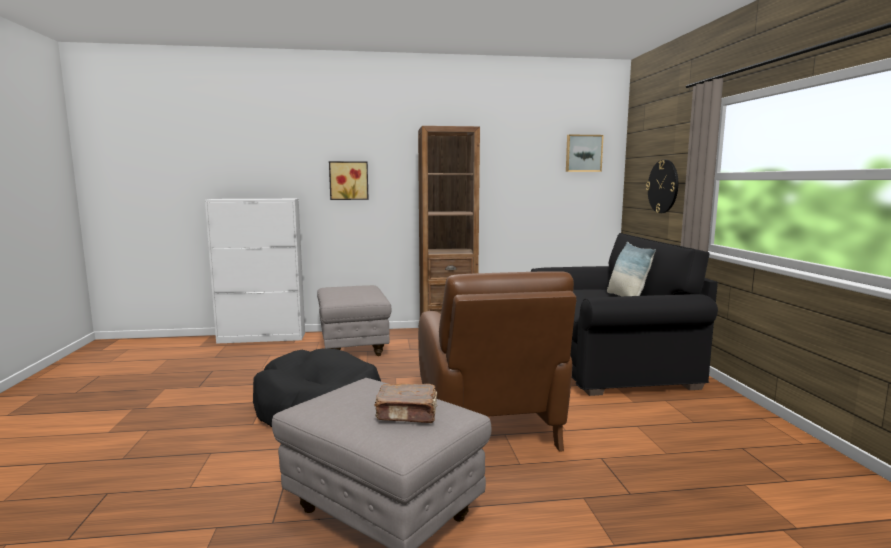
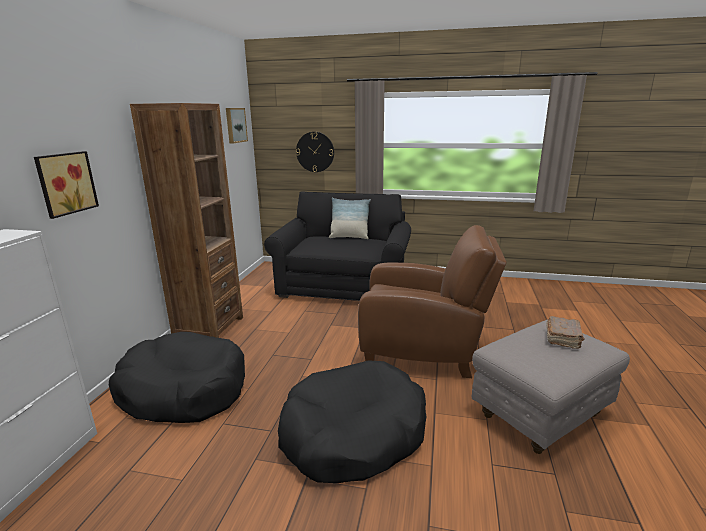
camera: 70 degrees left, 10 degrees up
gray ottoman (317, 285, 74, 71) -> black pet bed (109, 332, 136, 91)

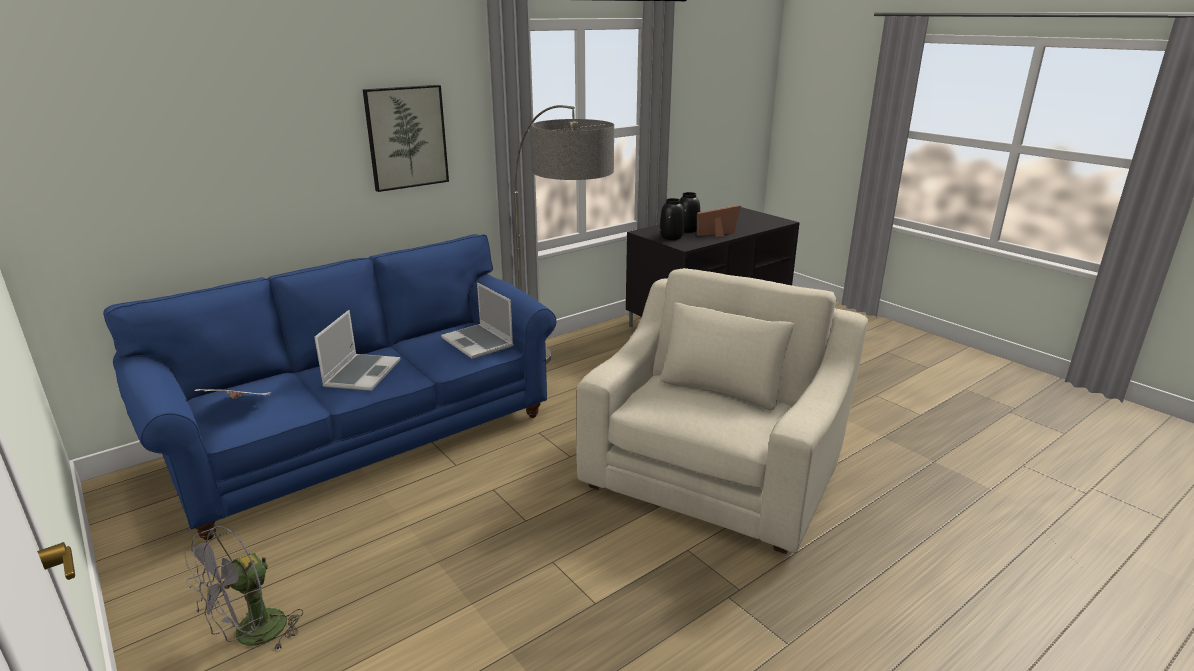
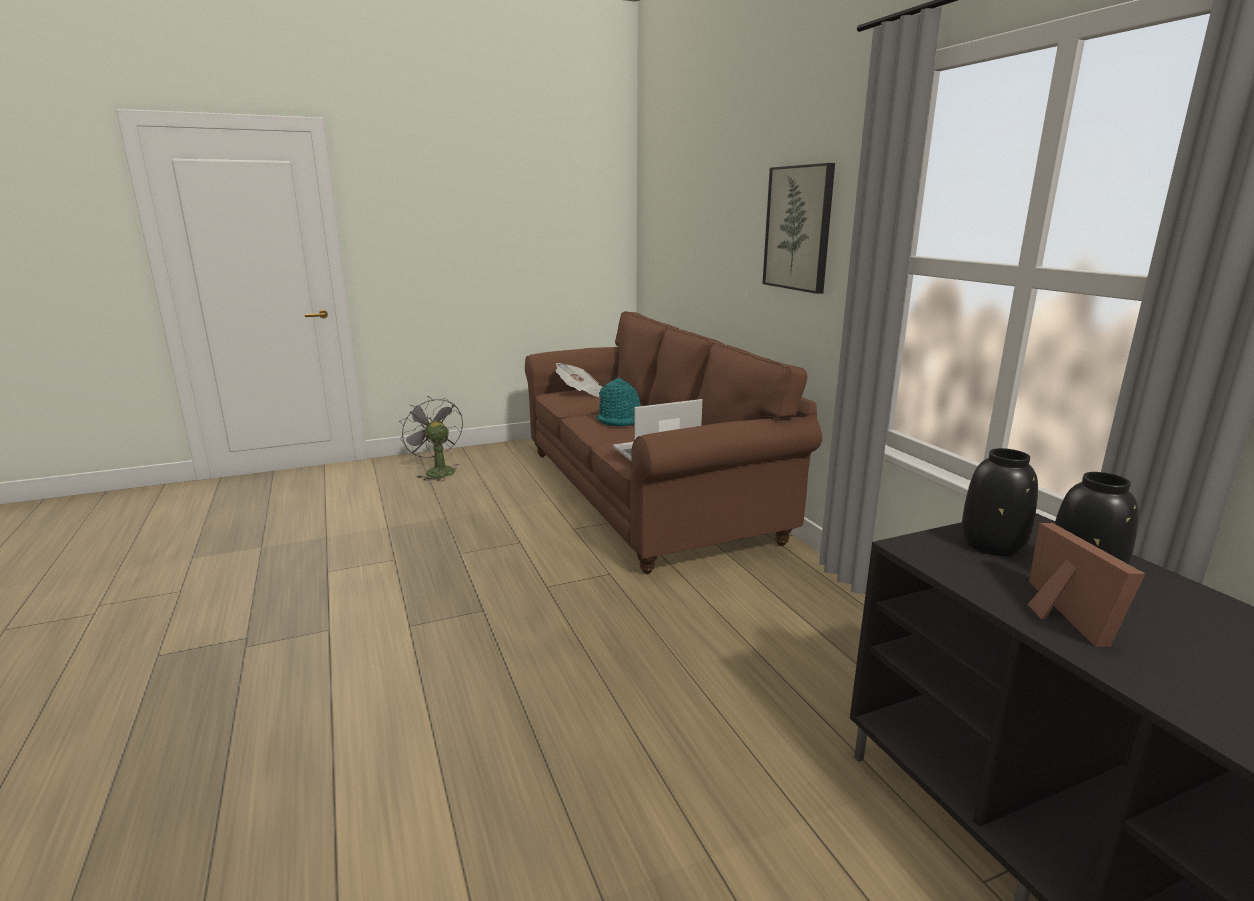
camera: 105 degrees right, 5 degrees down
blue couch (103, 234, 453, 306) -> brown-coloured couch (525, 311, 297, 263)
portable computer (314, 310, 86, 81) -> turquoise hat (596, 378, 45, 49)
standing lamp (514, 105, 100, 259) -> none
beige easy chair (576, 268, 292, 286) -> none

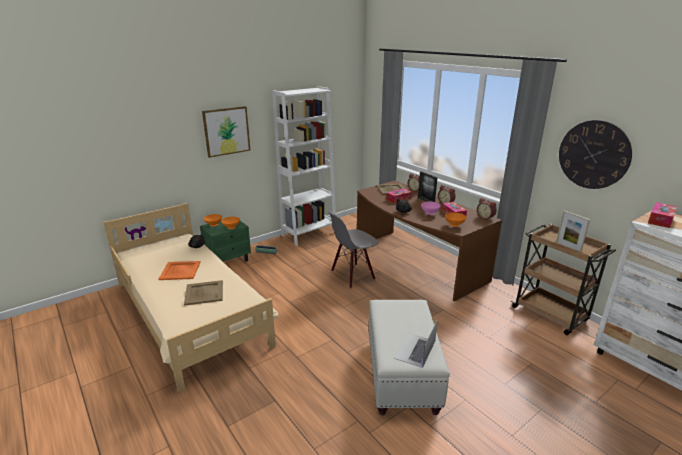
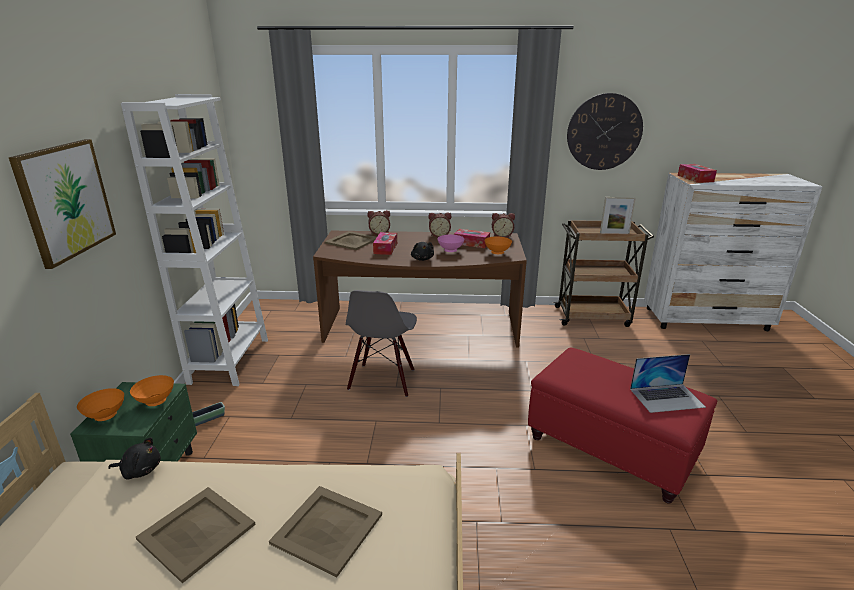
camera: 50 degrees left, 0 degrees up
orange serving tray (159, 261, 42, 19) -> beige serving tray (136, 487, 119, 96)
white-coloured ottoman (368, 300, 82, 115) -> red ottoman (528, 347, 189, 157)
portable computer (394, 319, 44, 49) -> portable computer (630, 354, 76, 59), 75 degrees counterclockwise
picture frame (418, 171, 19, 31) -> none

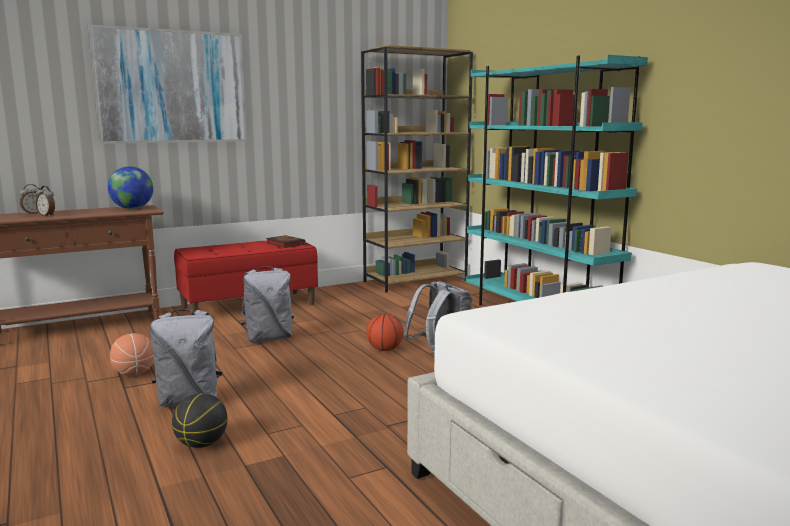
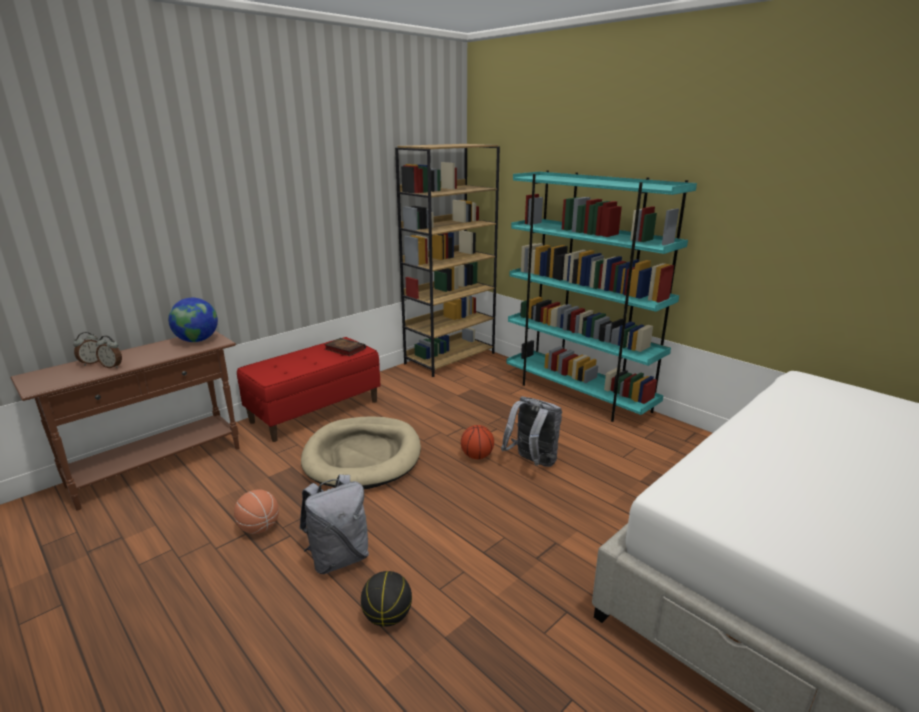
camera: 15 degrees left, 10 degrees up
picture (88, 24, 159, 120) -> none
gray backpack (241, 266, 53, 76) -> beige pet bed (301, 417, 120, 72)

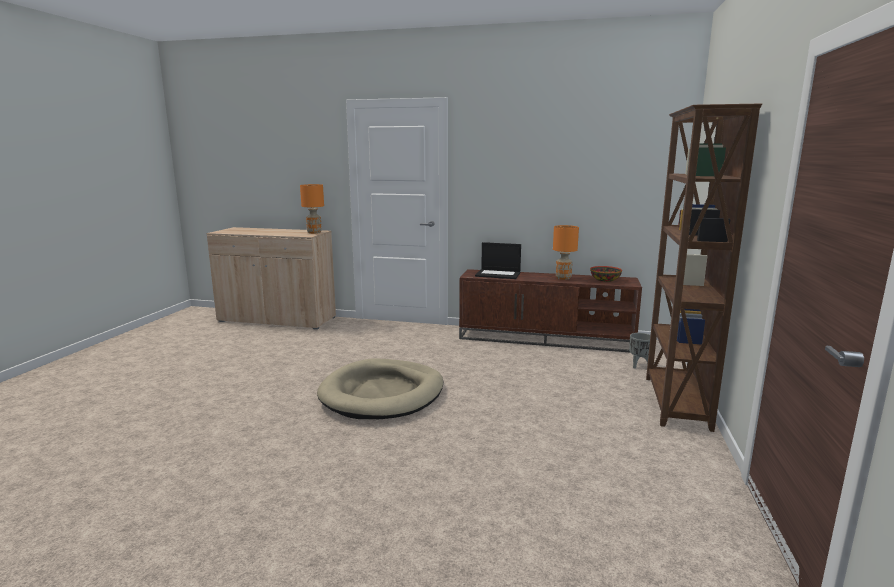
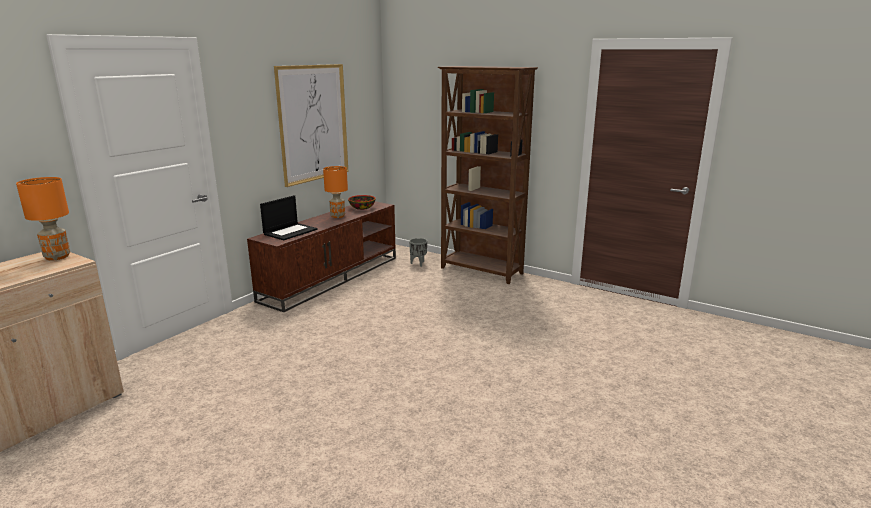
camera: 70 degrees left, 5 degrees up
beige pet bed (317, 358, 126, 61) -> none
none -> picture (274, 64, 74, 123)

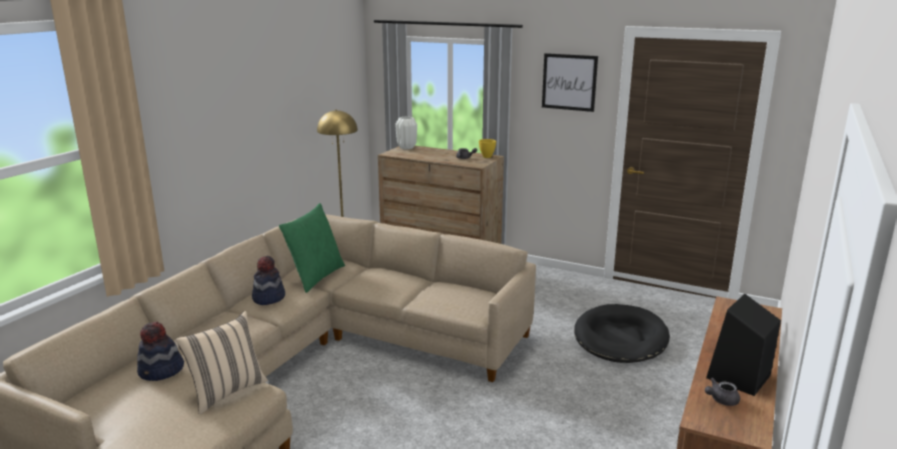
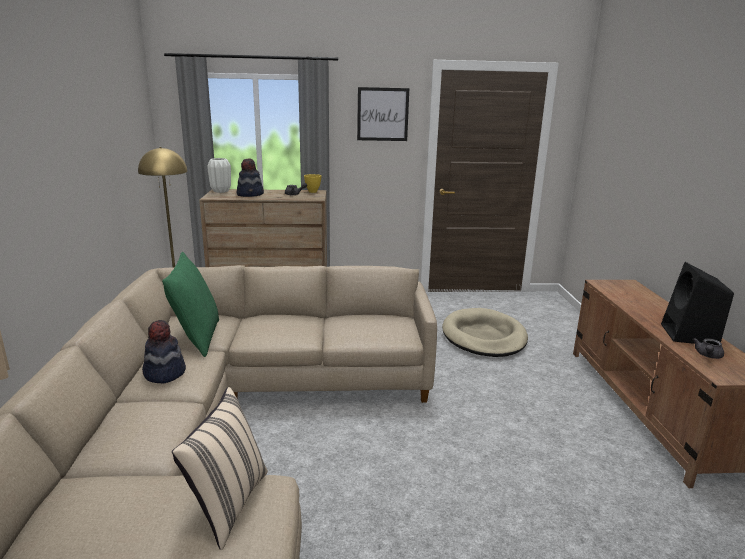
camera: 30 degrees left, 0 degrees up
hat (137, 322, 47, 59) -> hat (237, 158, 27, 39), shifted
black pet bed (574, 304, 96, 59) -> beige pet bed (442, 308, 86, 49)

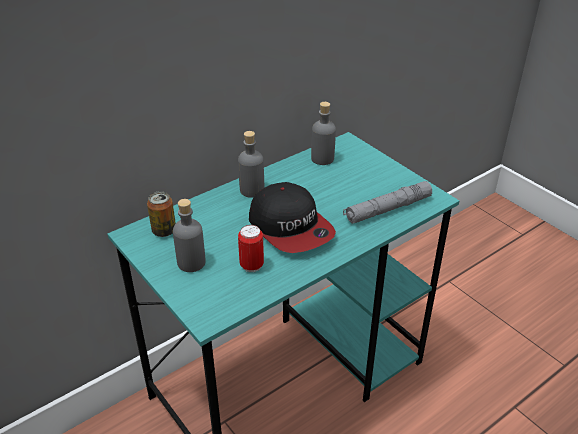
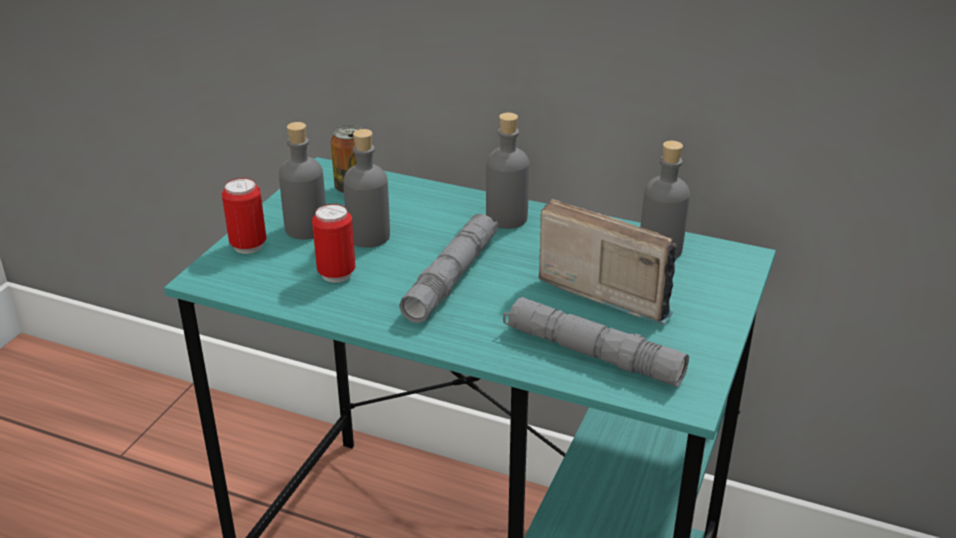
camera: 60 degrees right, 5 degrees down
peaked cap (249, 182, 87, 71) -> gray hand torch (399, 214, 100, 109)
none -> sealed can (222, 178, 44, 76)
none -> gray bottle (343, 129, 47, 119)
none -> radio receiver (539, 199, 138, 126)

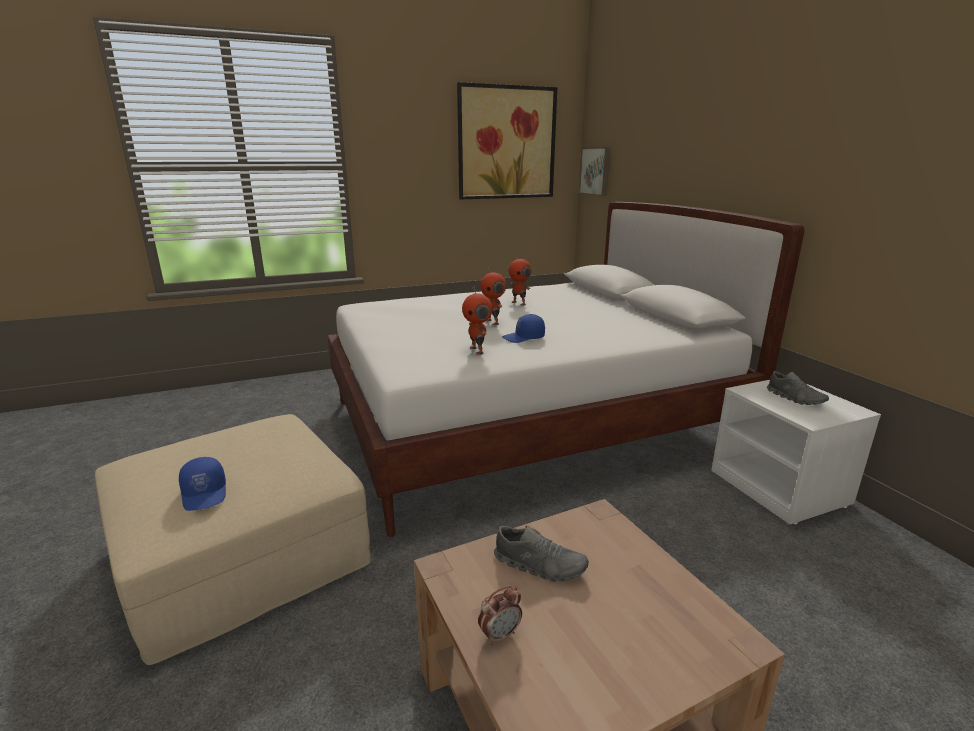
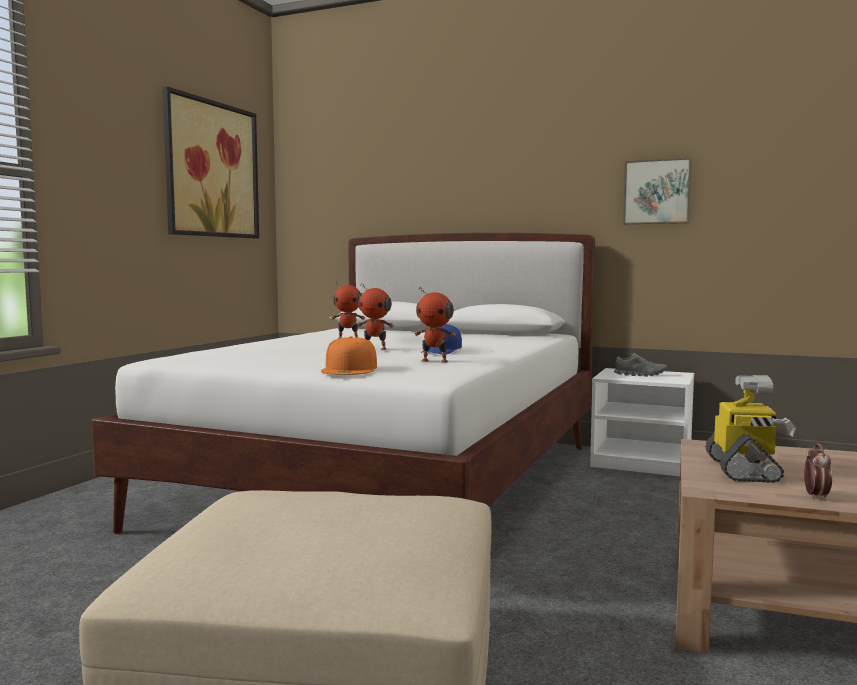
camera: 45 degrees left, 15 degrees down
blue peaked cap (179, 457, 47, 54) -> none
gray shoe (494, 526, 95, 56) -> robot figure (706, 375, 90, 108)
picture (579, 147, 32, 49) -> picture (623, 158, 69, 66), shifted
none -> orange peaked cap (321, 336, 56, 39)

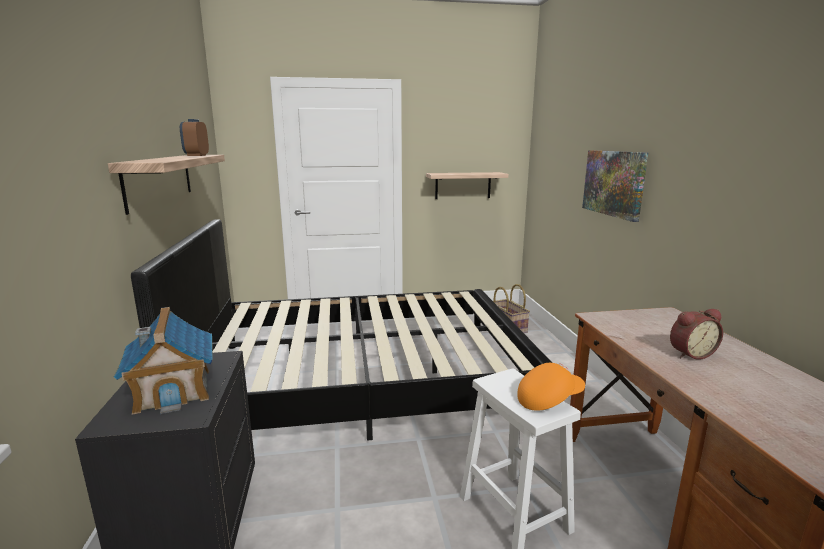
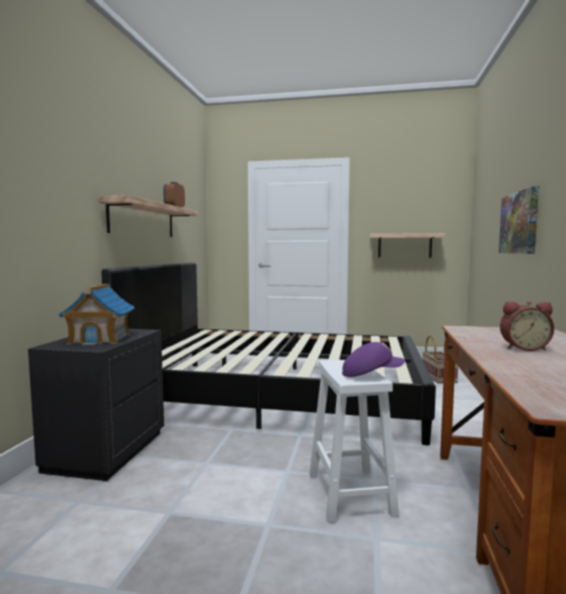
camera: 20 degrees right, 10 degrees down
orange peaked cap (517, 363, 68, 48) -> purple-coloured peaked cap (342, 342, 63, 35)

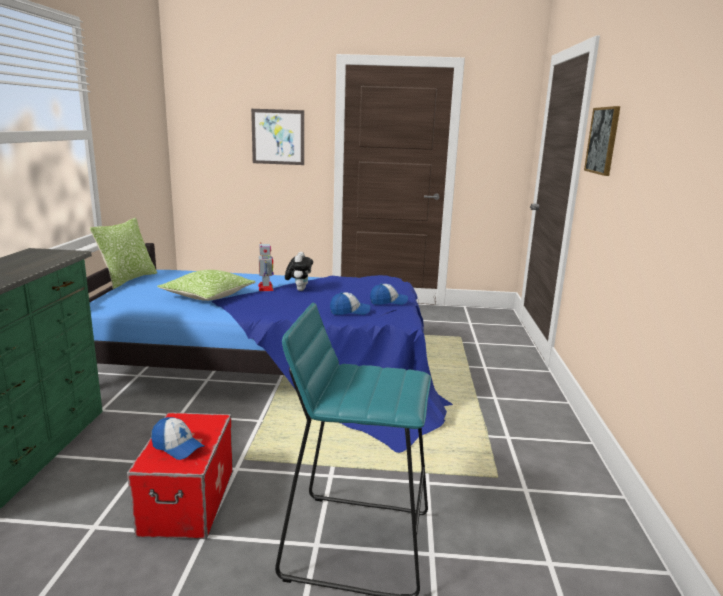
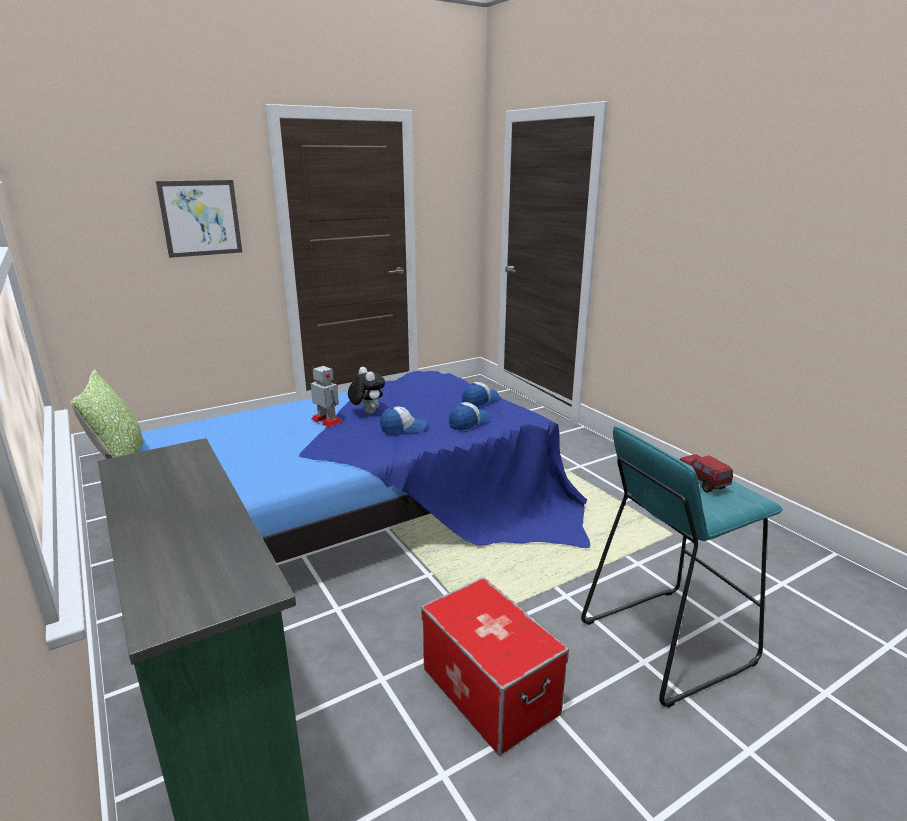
camera: 35 degrees left, 5 degrees up
peaked cap (151, 417, 54, 43) -> peaked cap (380, 406, 46, 27), shifted
cushion (157, 270, 99, 31) -> none
picture (584, 106, 36, 70) -> none
none -> model truck (679, 454, 54, 39)

